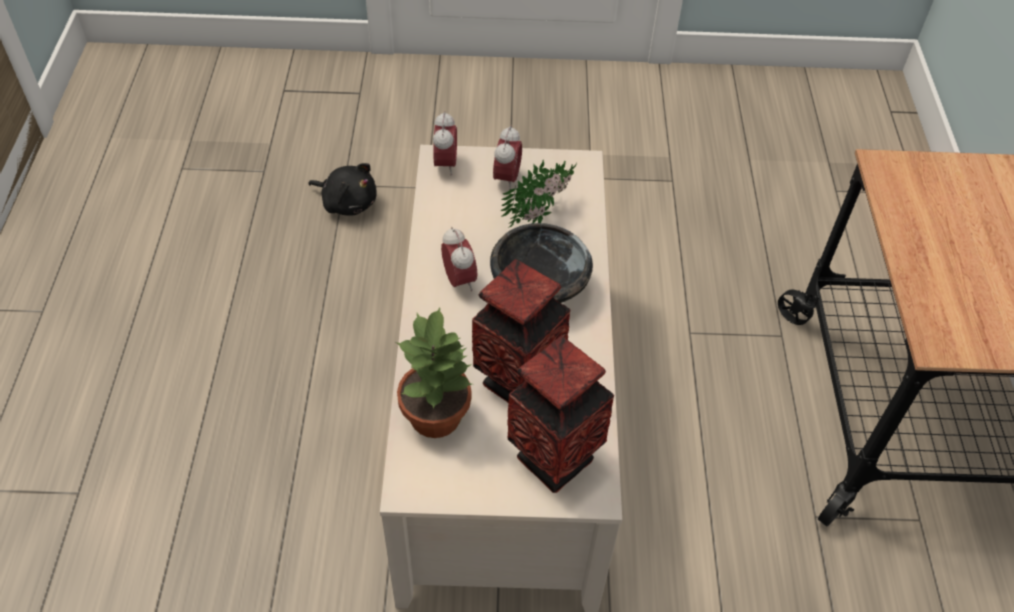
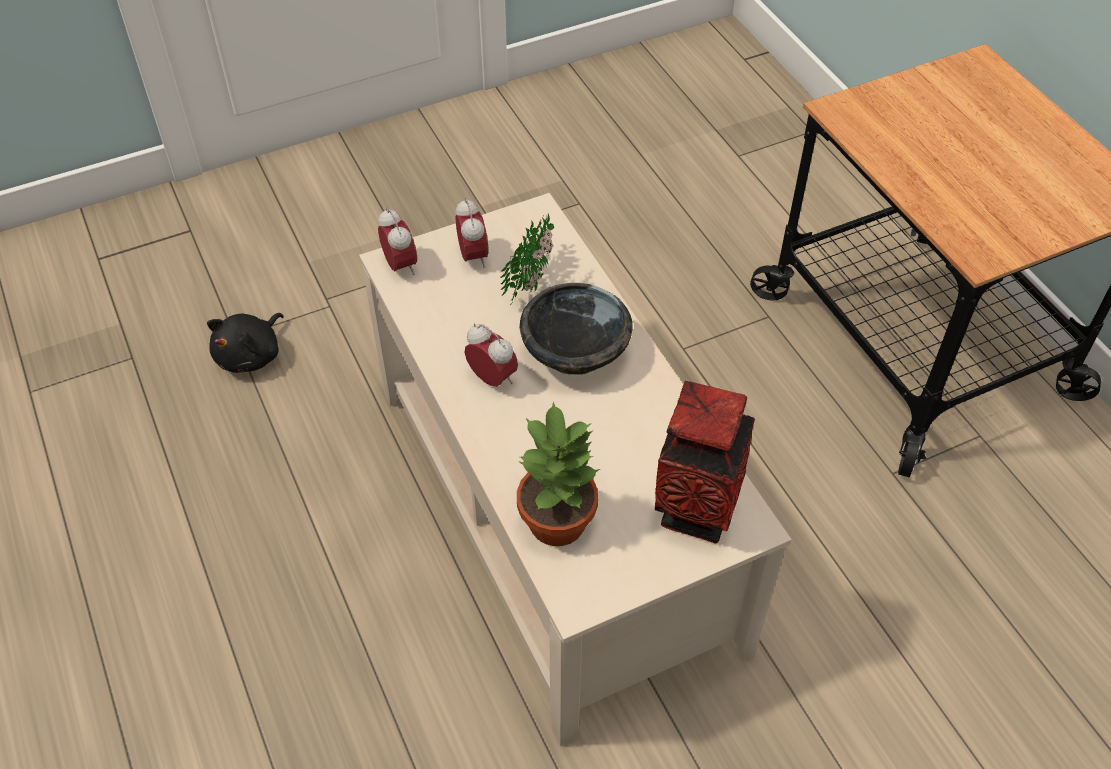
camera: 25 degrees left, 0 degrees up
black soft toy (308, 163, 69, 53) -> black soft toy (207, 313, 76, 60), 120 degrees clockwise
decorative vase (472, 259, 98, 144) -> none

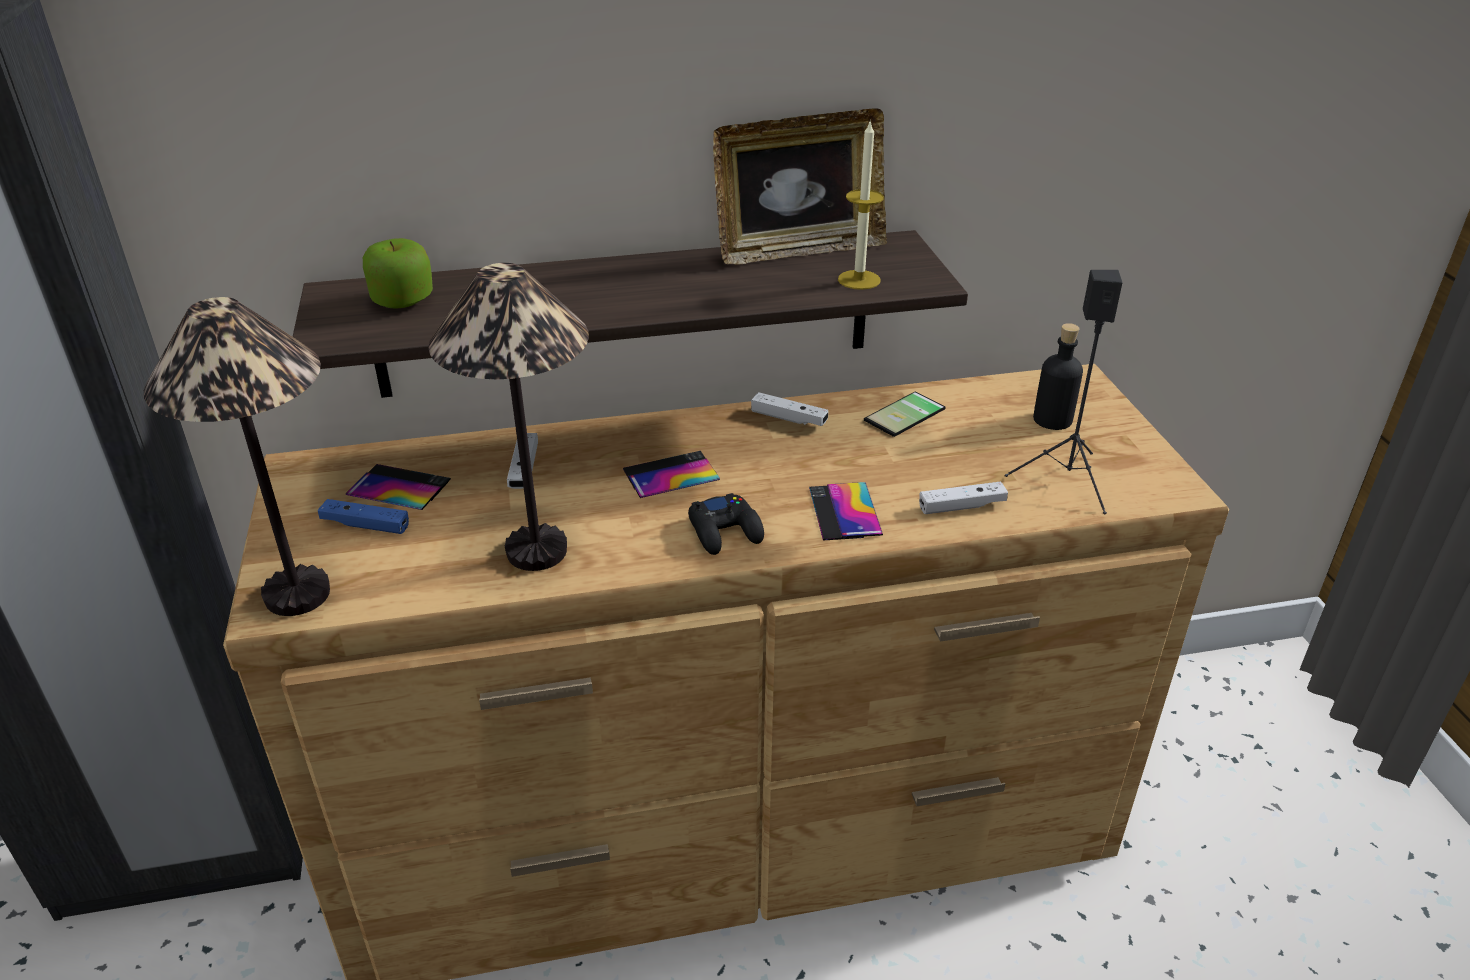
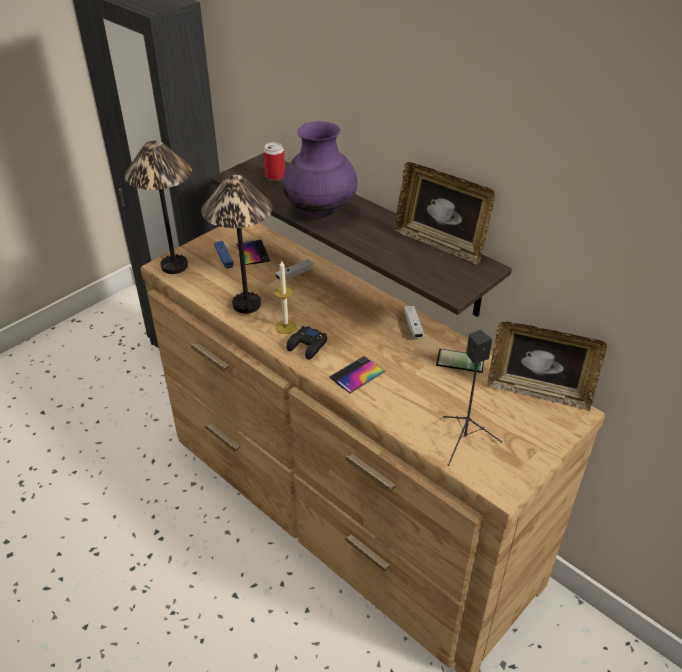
camera: 55 degrees right, 5 degrees up
apple (363, 238, 70, 71) -> sealed can (263, 142, 22, 38)
telephone (623, 451, 97, 47) -> none
wax candle (838, 119, 46, 171) -> wax candle (274, 261, 23, 73), shifted
white-coloured game controller (919, 481, 89, 33) -> none
black bottle (1033, 323, 50, 107) -> none
none -> purple-coloured decorative vase (282, 121, 76, 96)
none -> picture frame (487, 322, 120, 89)

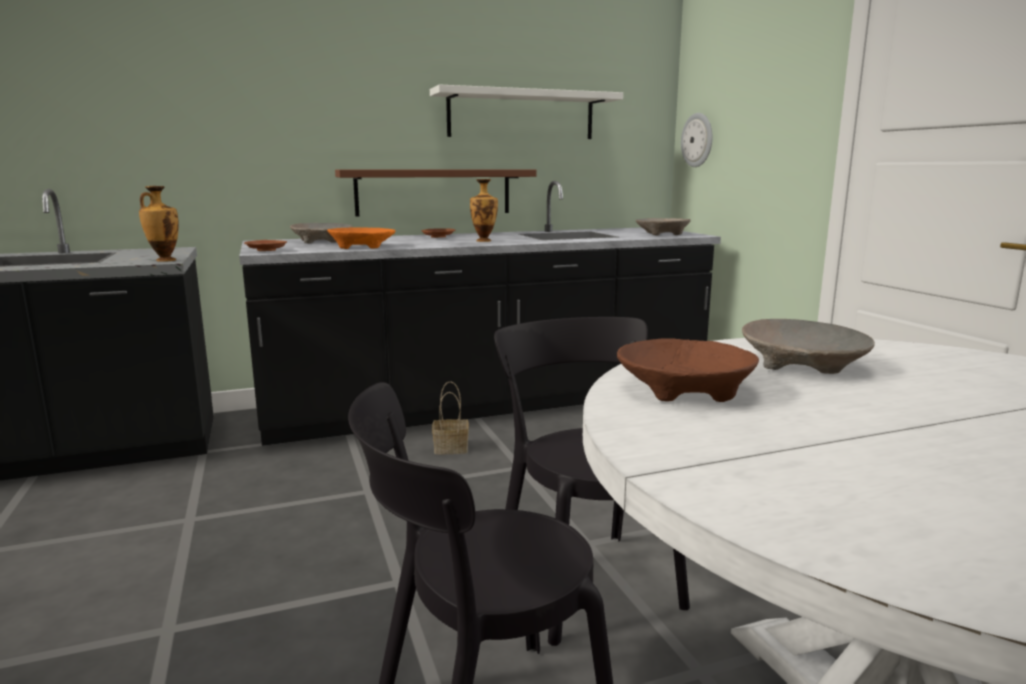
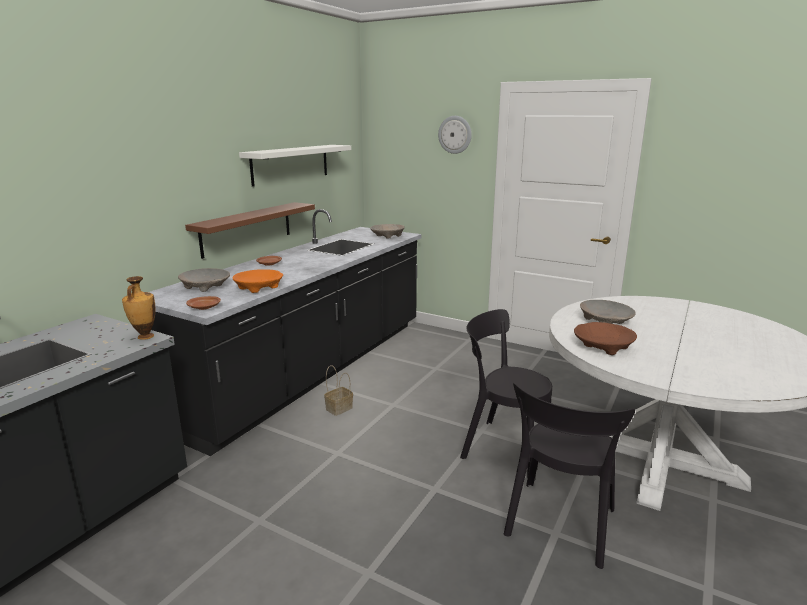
camera: 40 degrees left, 5 degrees up
decorative vase (470, 179, 28, 63) -> none
hanging clock (681, 113, 31, 54) -> hanging clock (438, 116, 34, 38), shifted

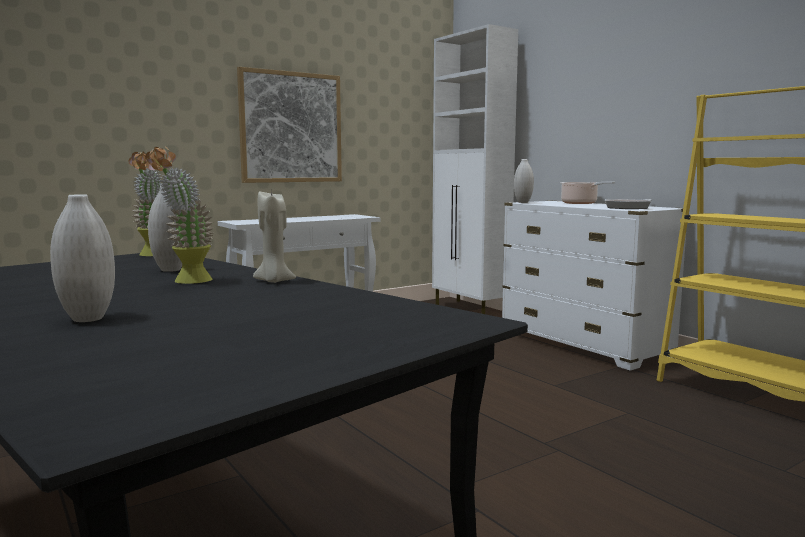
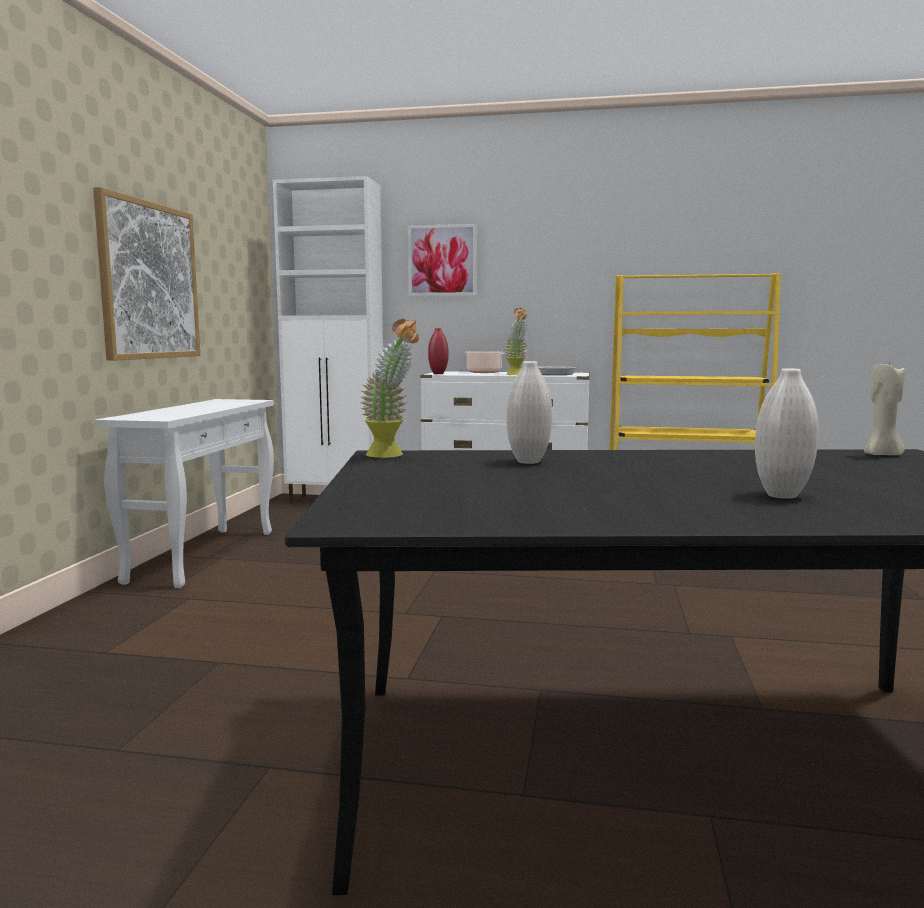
camera: 45 degrees left, 0 degrees up
potted plant (145, 147, 69, 137) -> potted plant (505, 308, 23, 67), shifted
beige wax candle (253, 190, 43, 93) -> beige wax candle (864, 363, 41, 92), shifted
white-coloured decorative vase (514, 159, 20, 44) -> red decorative vase (428, 328, 21, 46)
none -> picture (408, 224, 69, 72)

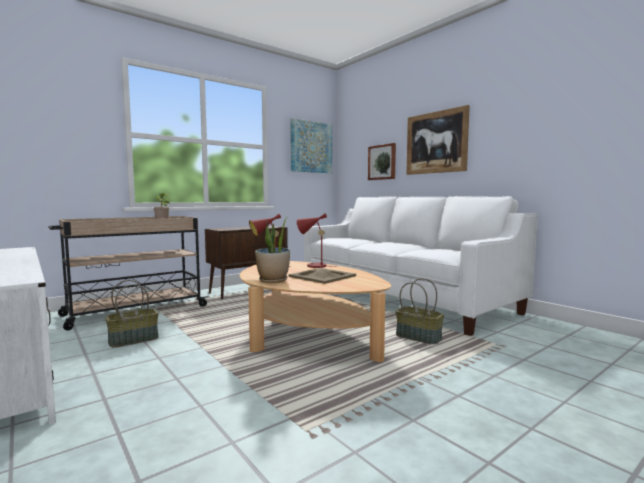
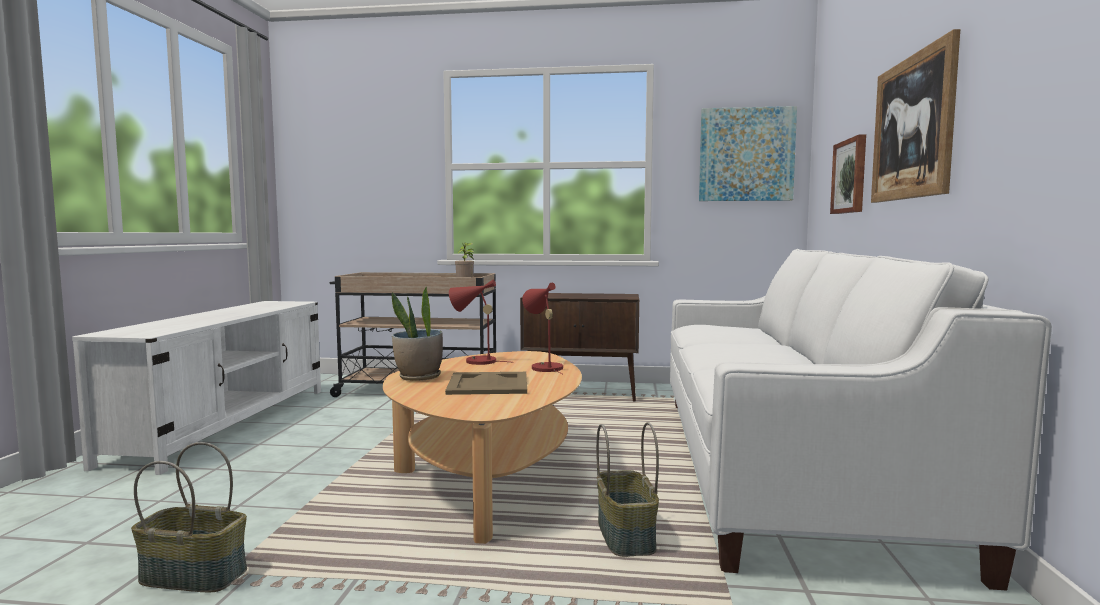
camera: 45 degrees right, 0 degrees up
basket (105, 280, 54, 67) -> basket (131, 442, 116, 150), shifted

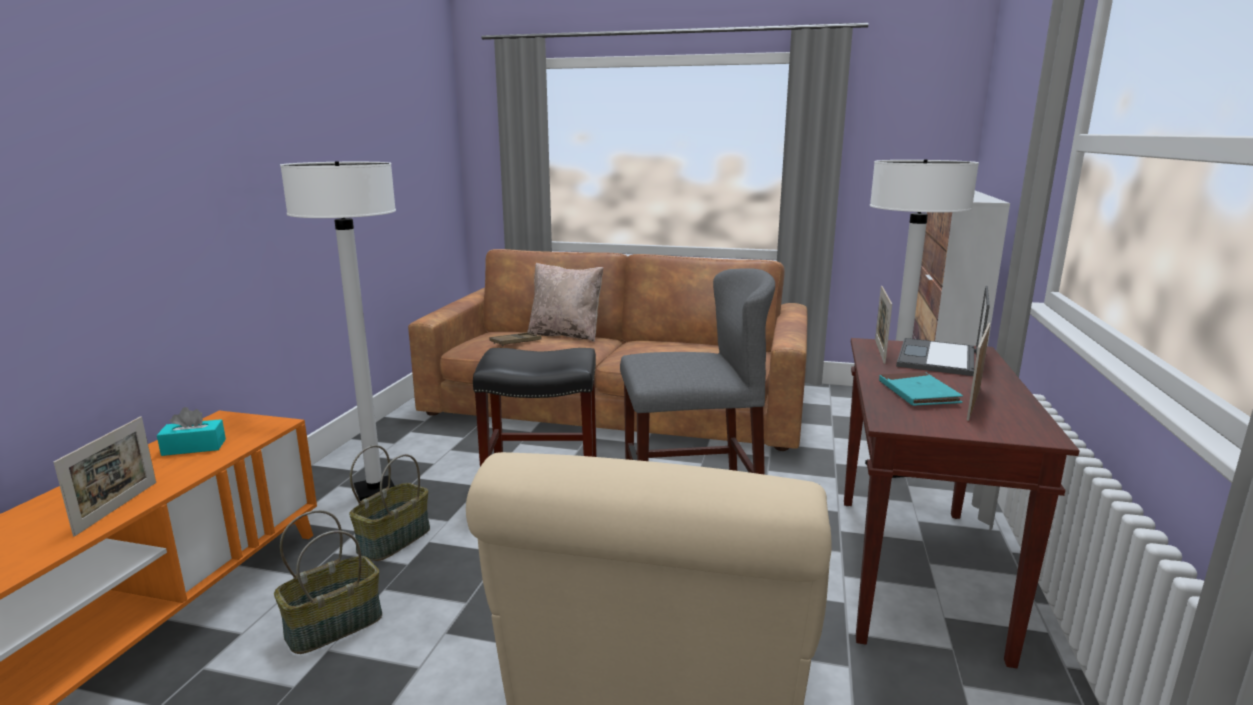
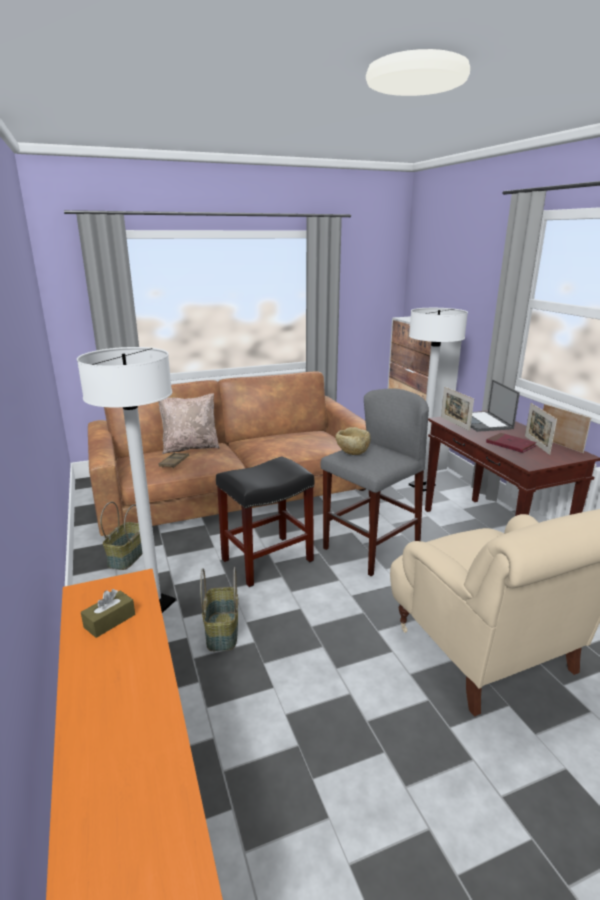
camera: 35 degrees left, 5 degrees up
picture frame (54, 416, 102, 120) -> picture frame (543, 404, 48, 49), shifted
turquoise box of tissues (157, 407, 69, 49) -> brown-coloured box of tissues (81, 589, 54, 49)
basket (274, 510, 108, 144) -> basket (100, 502, 43, 68), shifted
turquoise book (879, 372, 84, 34) -> red book (486, 433, 51, 20)
none -> beige serving bowl (335, 427, 35, 28)

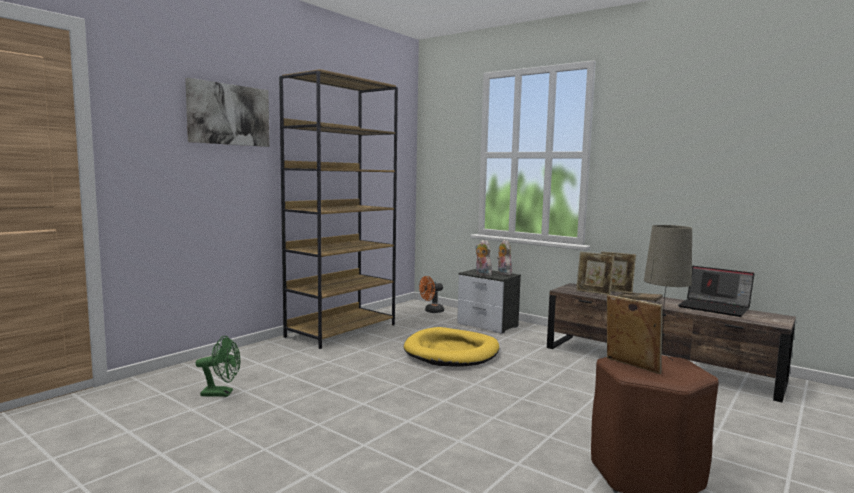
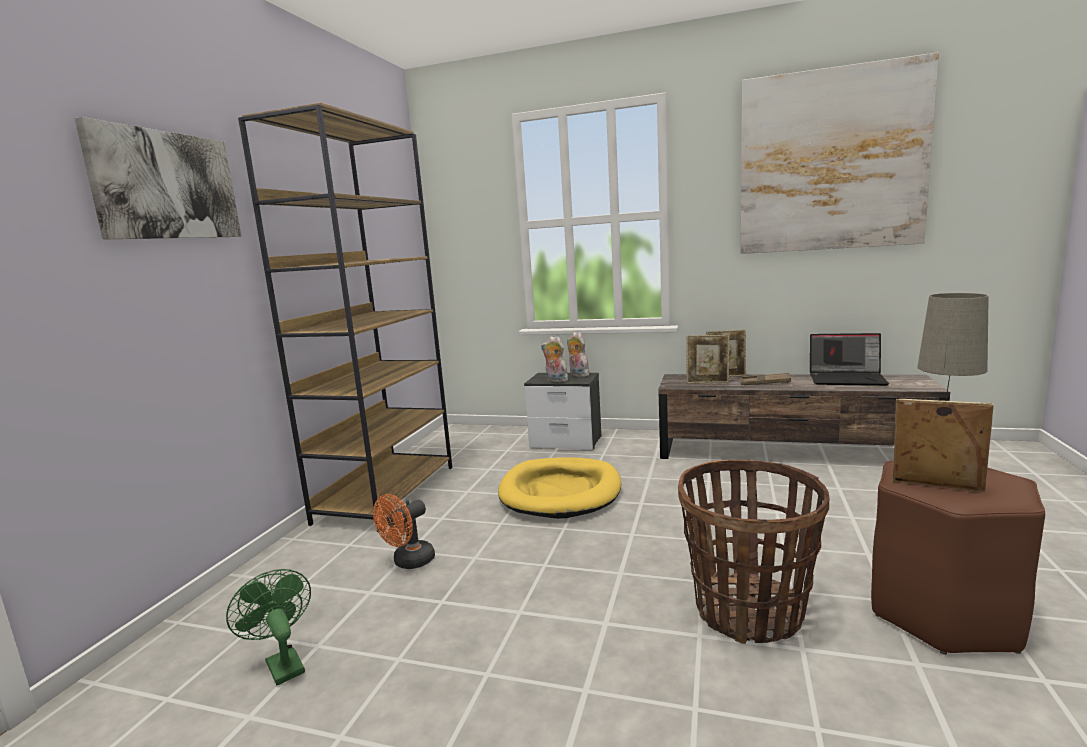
camera: 20 degrees left, 5 degrees up
green-coloured electric fan (195, 336, 45, 61) -> green-coloured electric fan (226, 569, 85, 117), 105 degrees counterclockwise
orange electric fan (419, 276, 25, 37) -> orange electric fan (373, 494, 62, 75), shifted
none -> basket (678, 460, 151, 184)
none -> picture (740, 52, 199, 202)

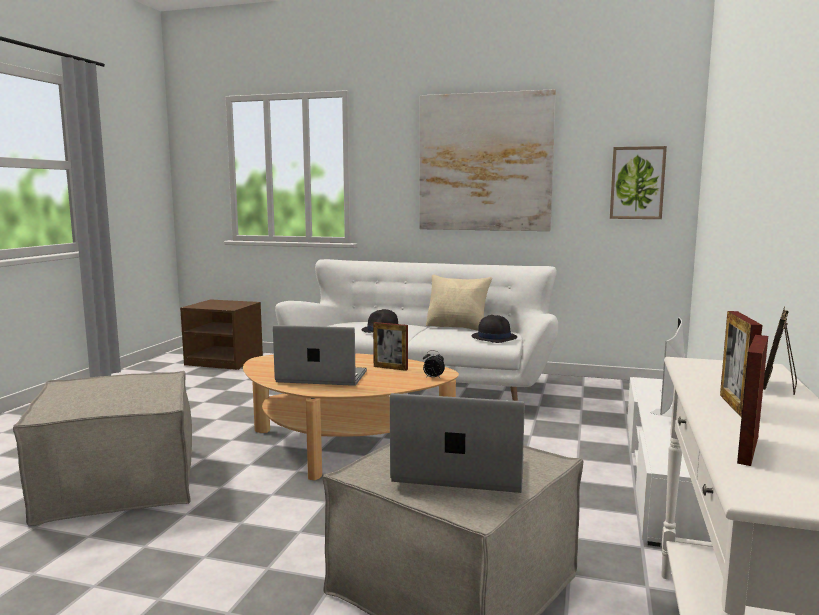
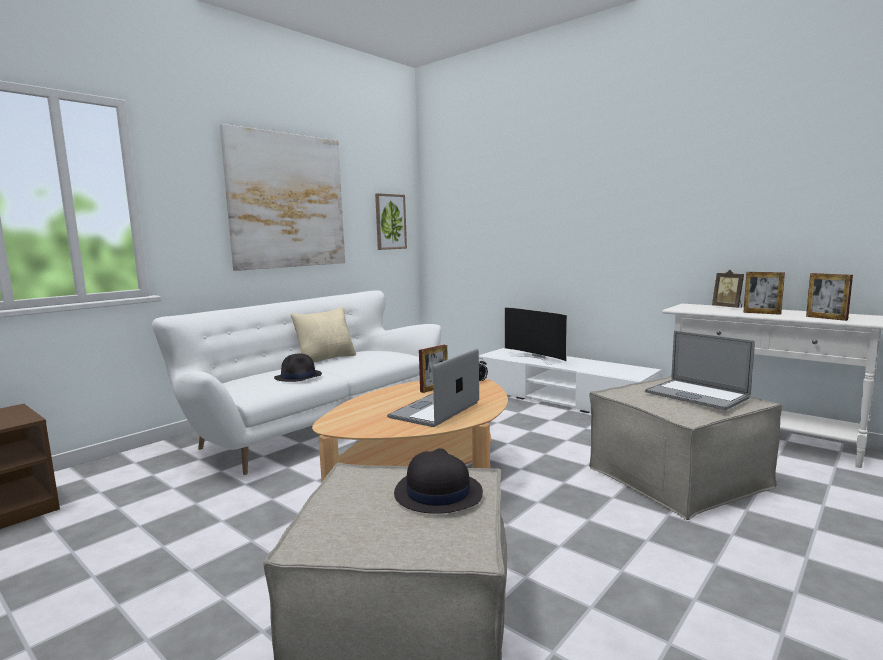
camera: 65 degrees left, 0 degrees up
portable computer (390, 393, 135, 100) -> portable computer (645, 331, 110, 79), 75 degrees counterclockwise
black hat (472, 315, 45, 28) -> black hat (394, 448, 89, 66), shifted

